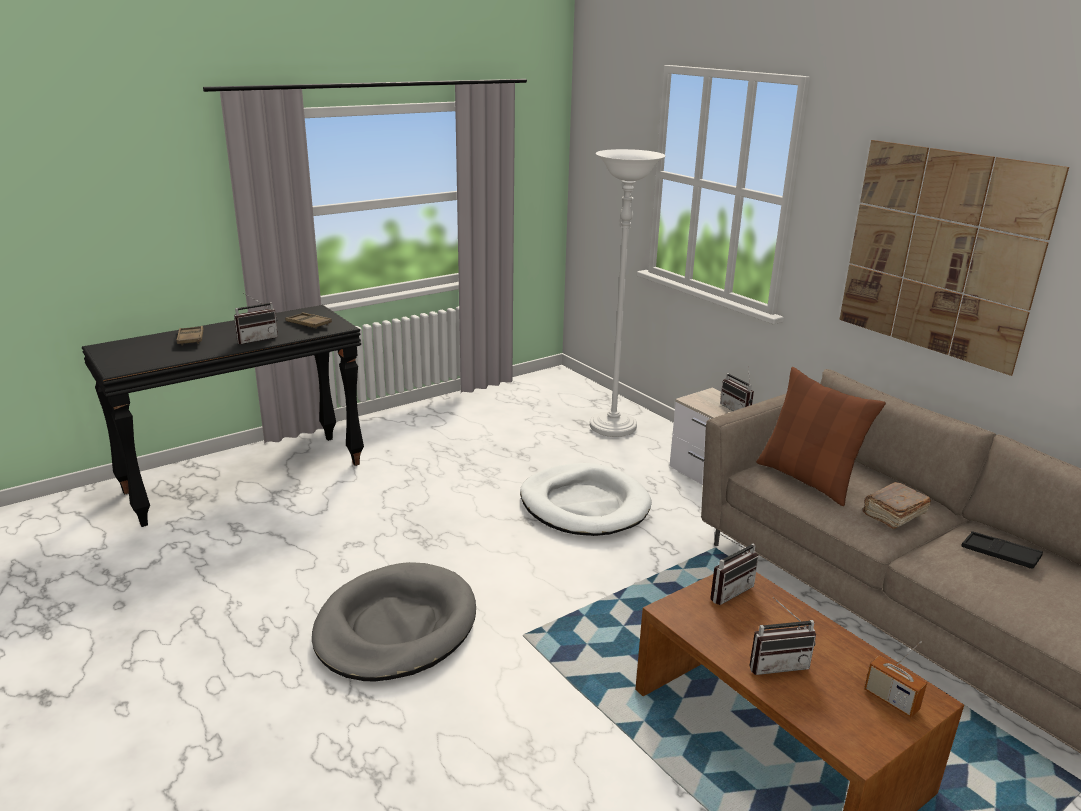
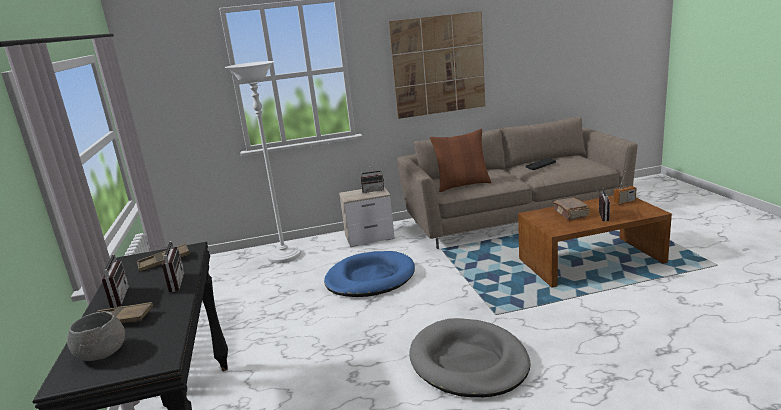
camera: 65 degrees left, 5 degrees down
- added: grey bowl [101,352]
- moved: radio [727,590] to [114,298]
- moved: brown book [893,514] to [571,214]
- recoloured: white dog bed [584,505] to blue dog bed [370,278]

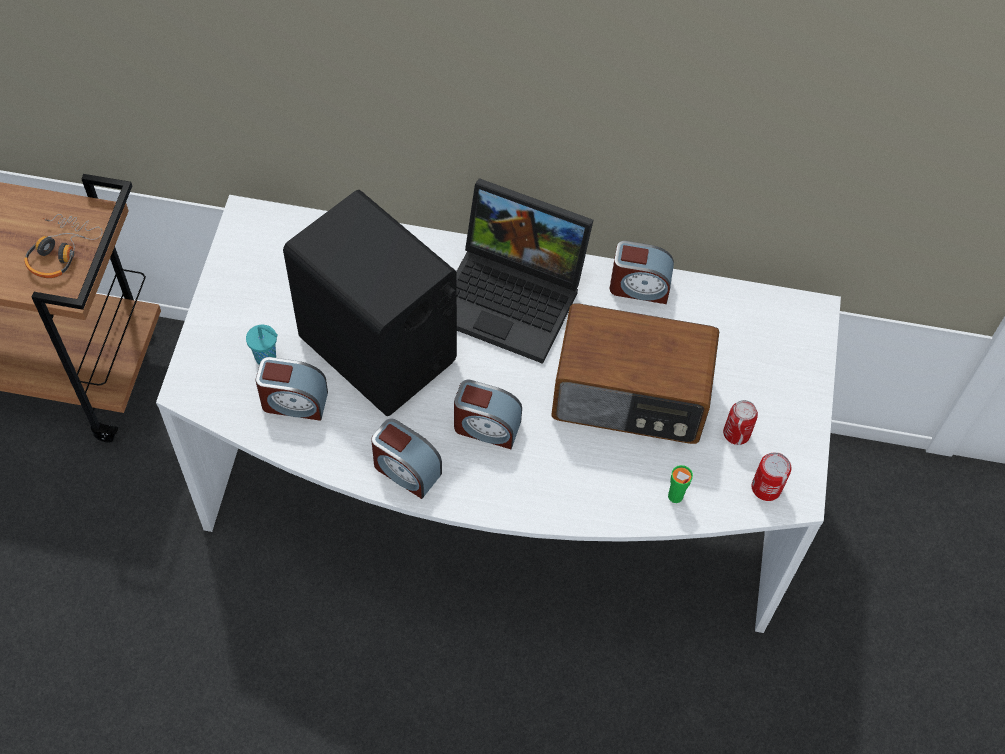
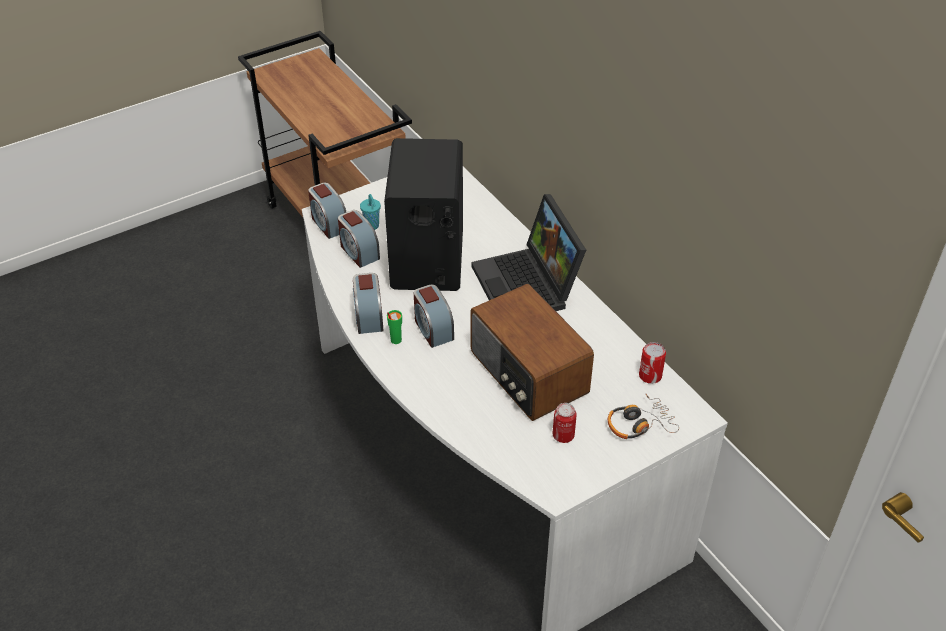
camera: 50 degrees right, 15 degrees down
- moved: headphones [60,251] to [639,424]
- moved: alarm clock [639,286] to [329,223]
- moved: green cup [675,496] to [395,340]
- moved: can [766,488] to [650,376]

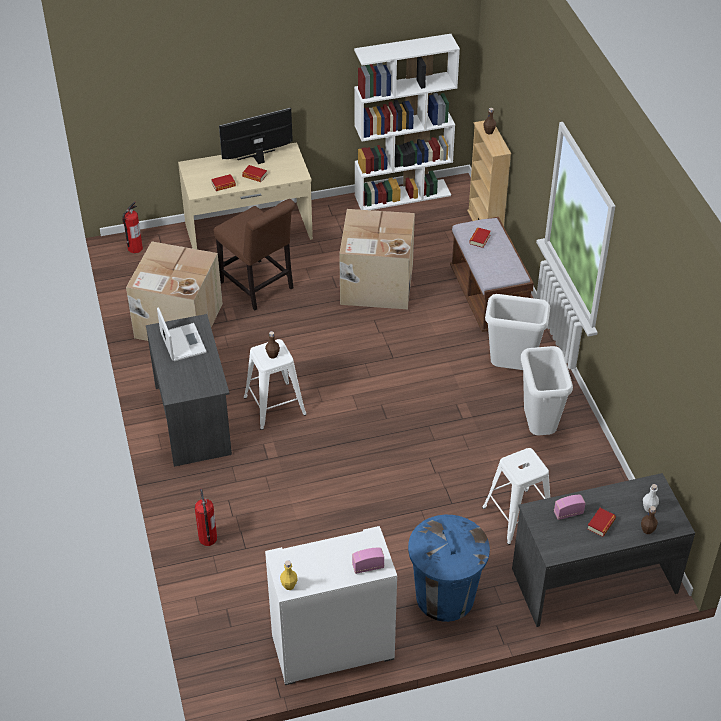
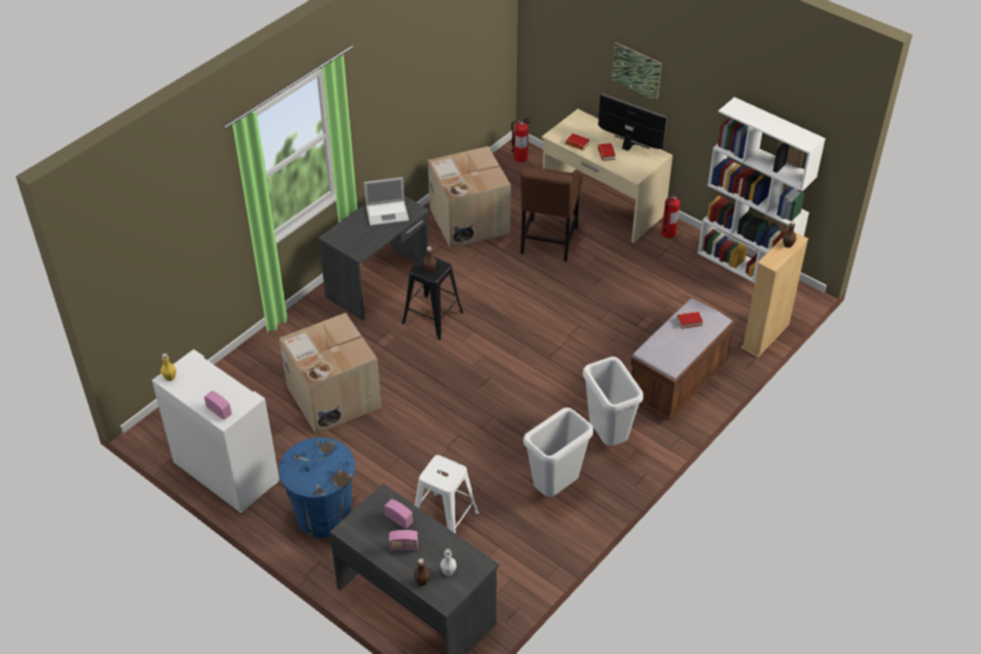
camera: 55 degrees right, 0 degrees up
- added: picture [636,71]
- moved: fire extinguisher [208,539] to [668,233]
- moved: cardboard box [375,284] to [332,396]
- replaced: book [601,524] to radio [403,546]
- recoloured: white stool [275,406] to black stool [432,318]
- turned: laptop [182,342] = [388,213] 45 degrees clockwise

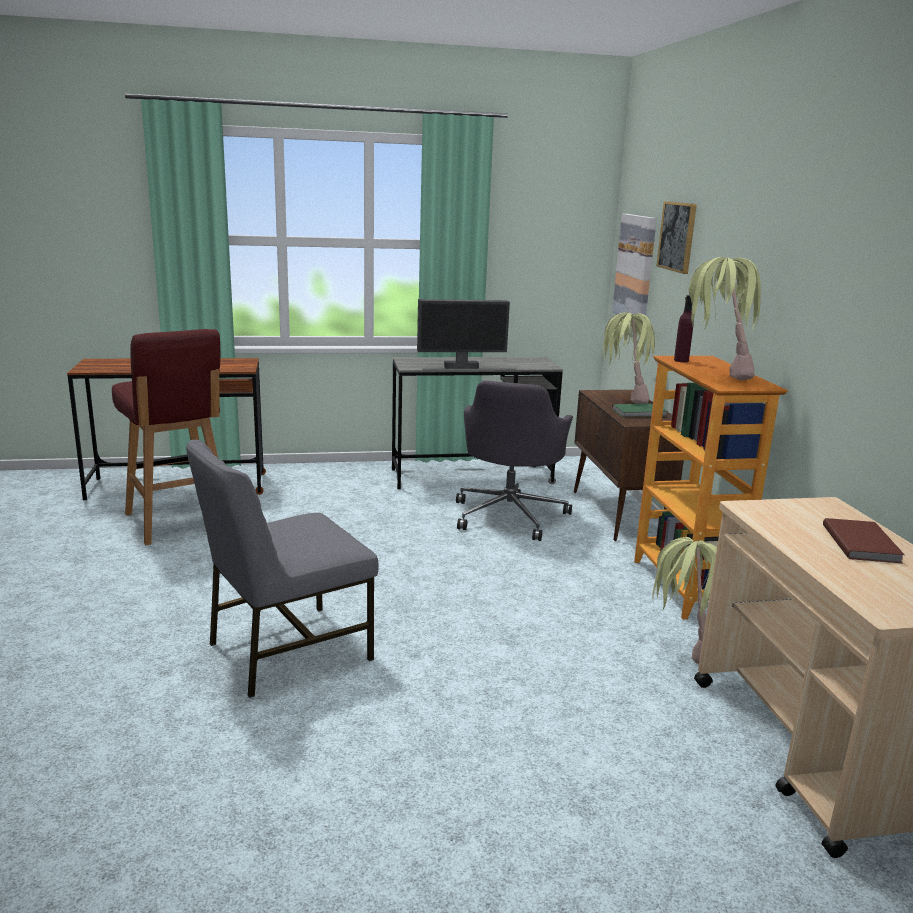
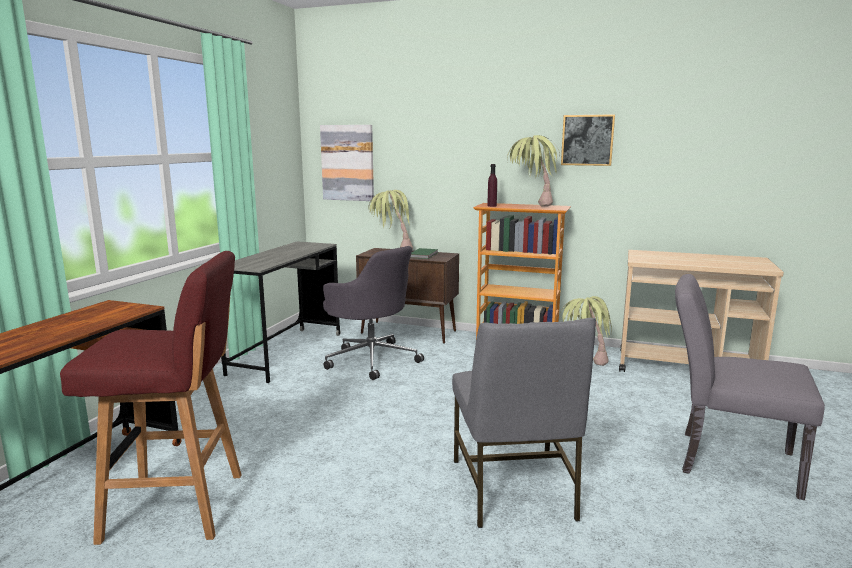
camera: 60 degrees left, 5 degrees down
- removed: monitor [461,367]
- removed: brown book [862,543]
- added: grey chair [726,460]
- moved: picture [677,236] to [587,140]

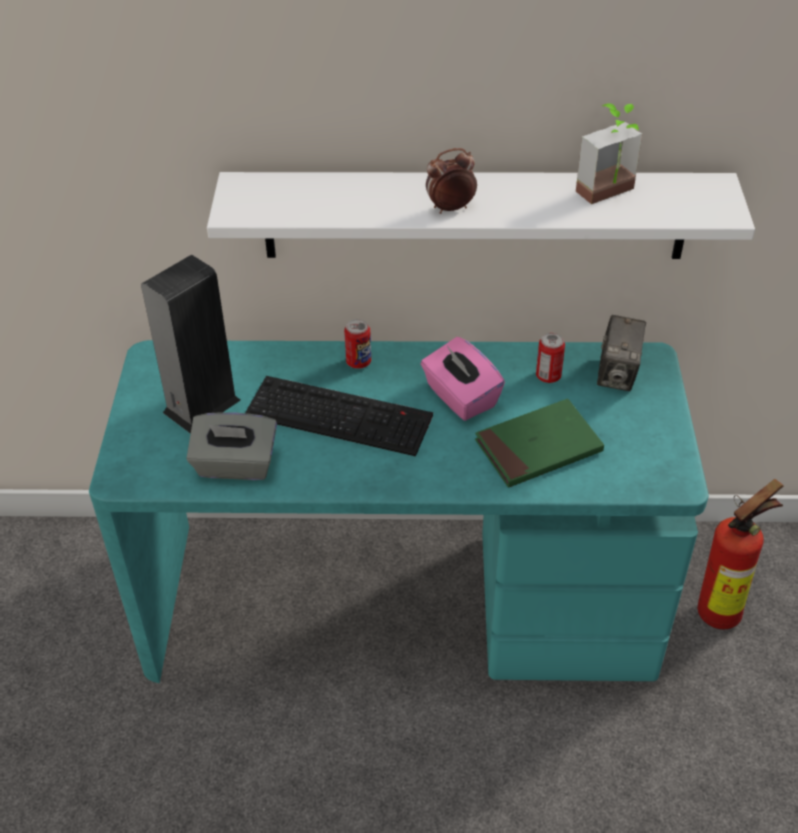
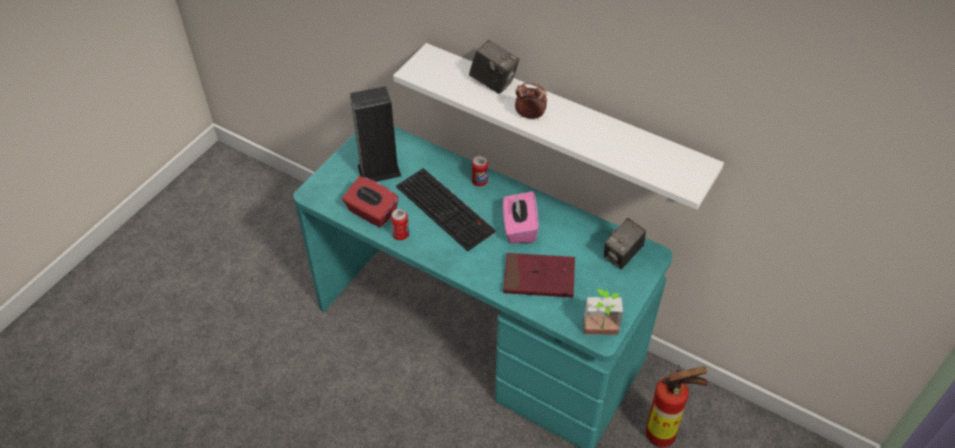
camera: 30 degrees right, 5 degrees up
- added: photo camera [493,82]
- moved: can [548,376] to [401,235]
- moved: potted plant [611,195] to [601,333]
- recoloured: grey tissue box [235,465] to red tissue box [371,212]
- recoloured: green book [538,447] to red book [539,278]

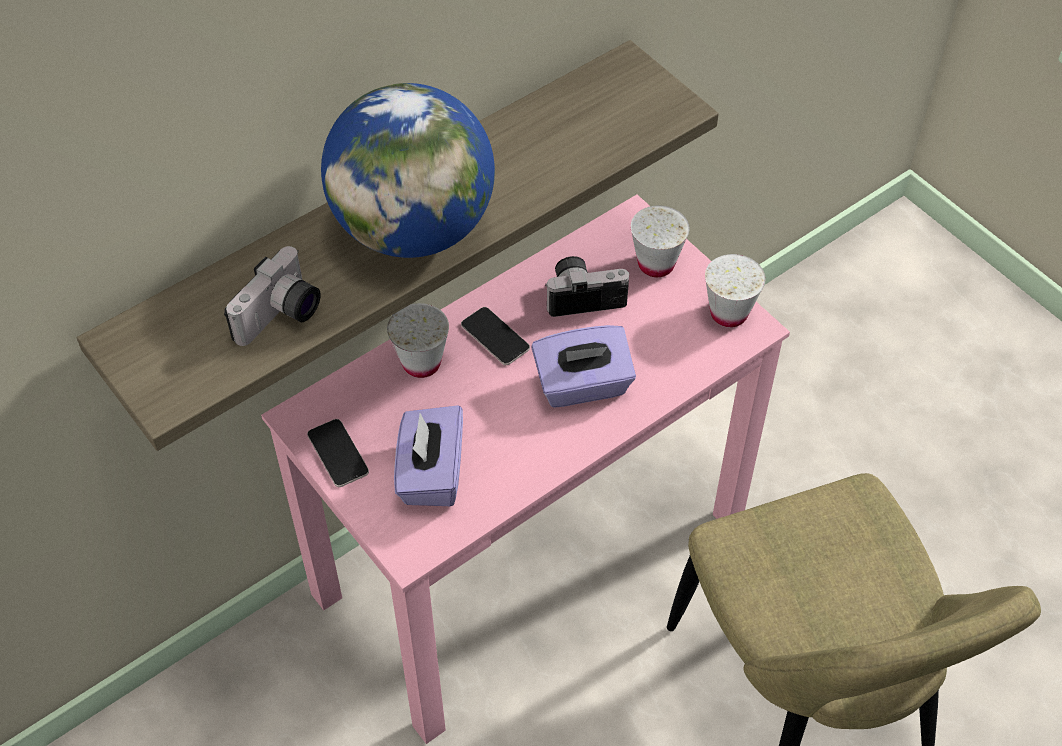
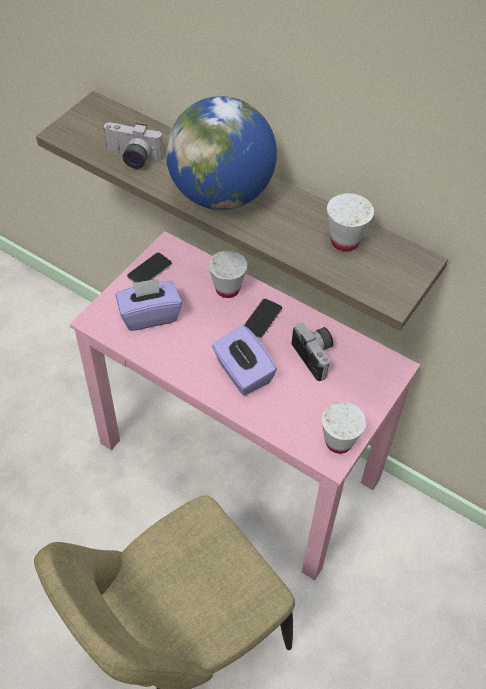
camera: 70 degrees right, 0 degrees up
- moved: white cup [656,264] to [344,241]

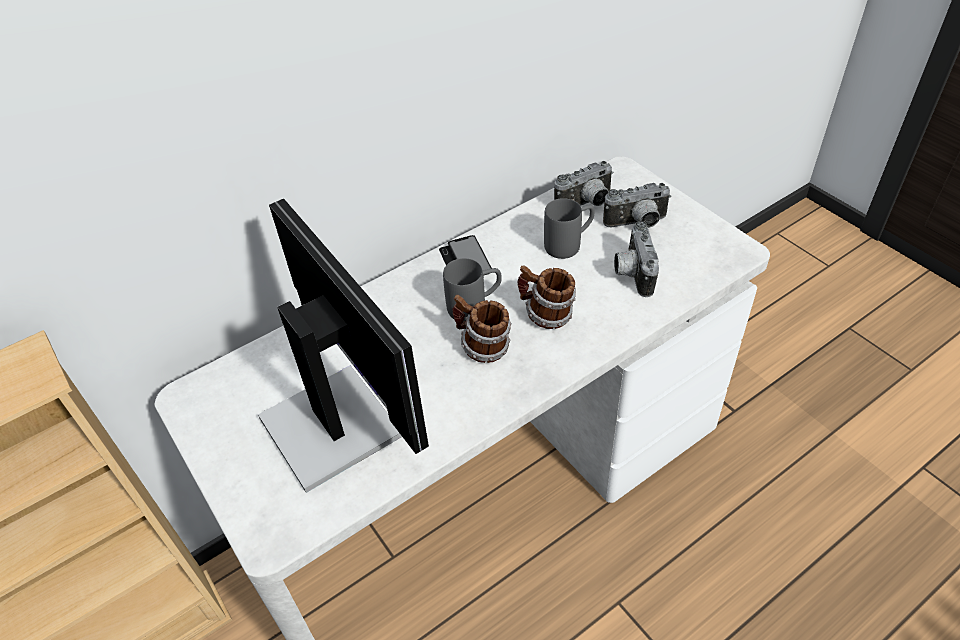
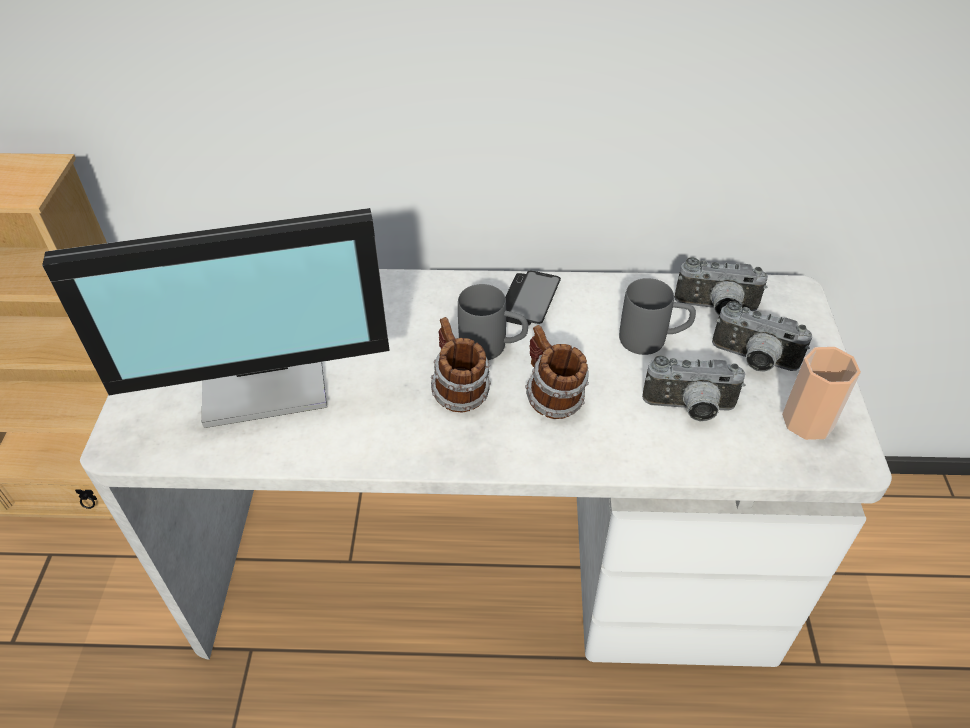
camera: 35 degrees right, 0 degrees up
- added: cup [807,421]
- turned: monitor [335,422] = [266,378] 75 degrees clockwise
- turned: photo camera [631,273] = [689,409] 120 degrees counterclockwise

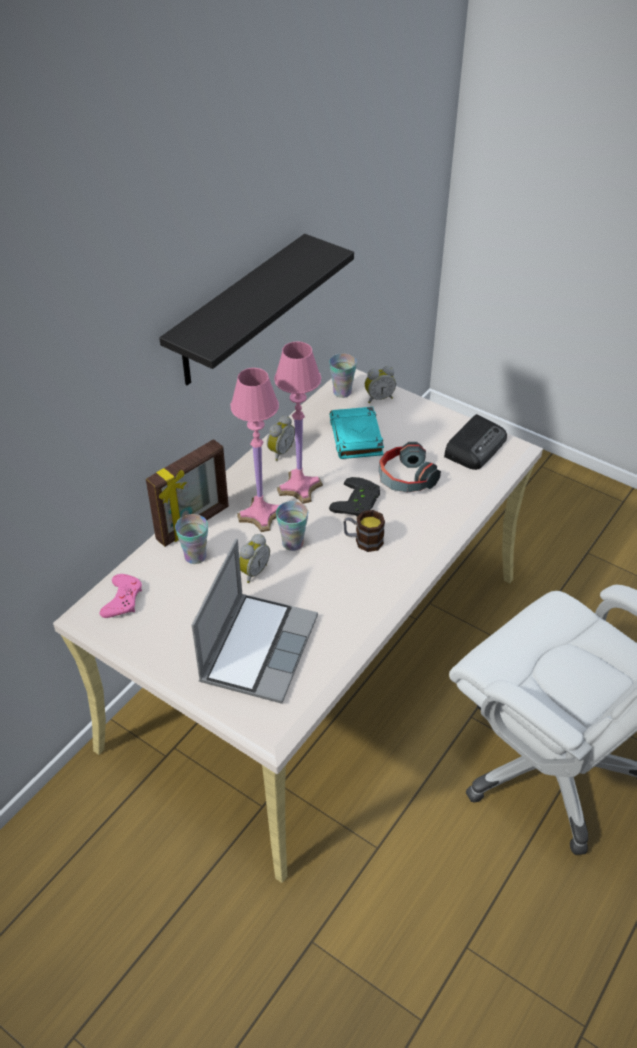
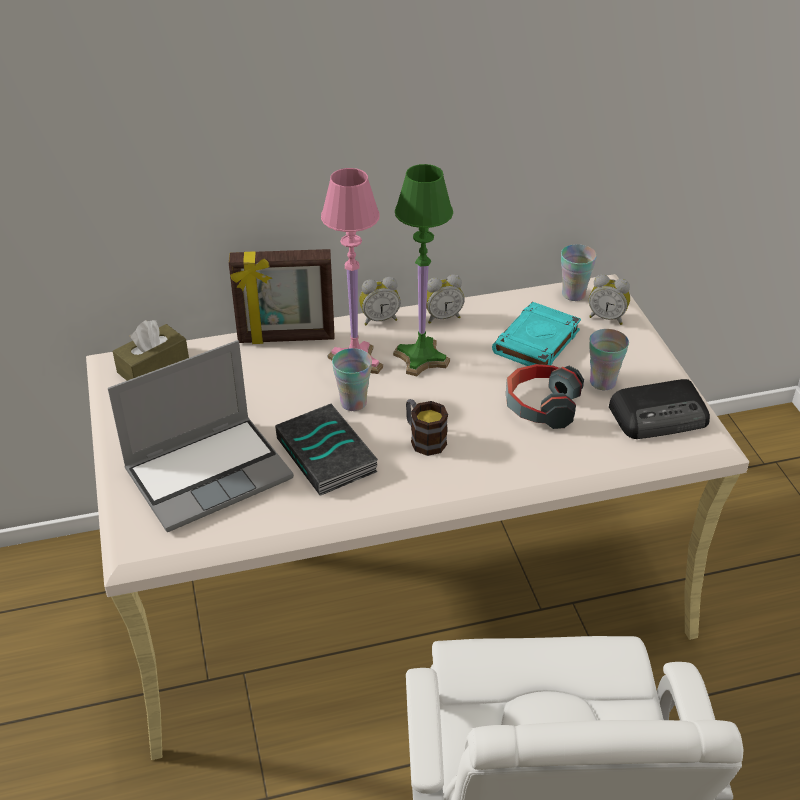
camera: 40 degrees right, 5 degrees down
- removed: black shelf [238,312]
- removed: black game controller [359,503]
- added: book [328,455]
- moved: cup [195,556] to [602,382]
- moved: alarm clock [252,571] to [379,319]
- replaced: pink game controller [122,599] to brown tissue box [153,366]
- recoloured: pink table lamp [299,487] to green table lamp [421,357]

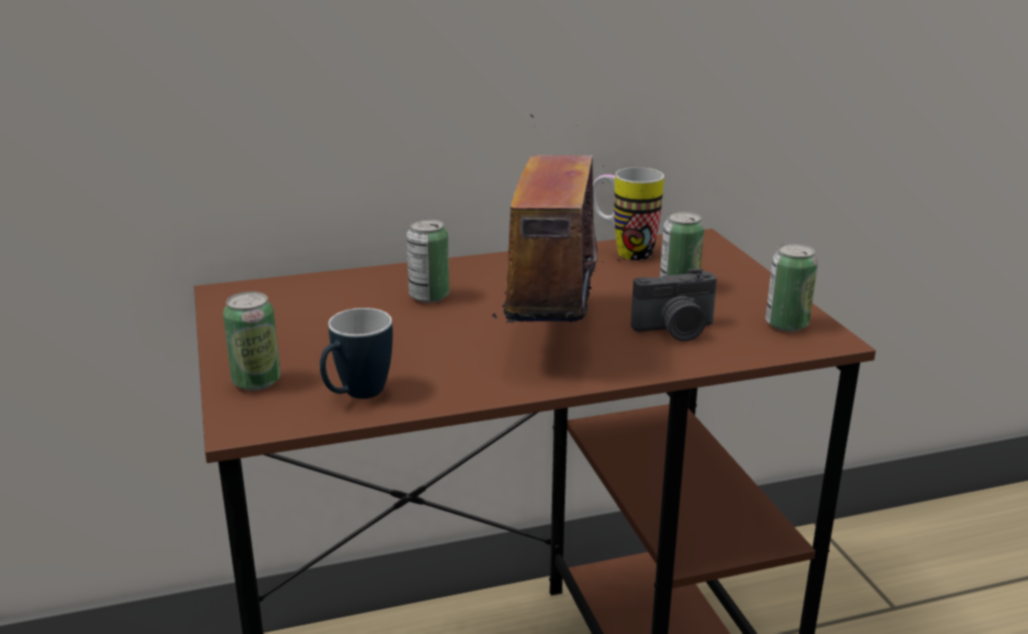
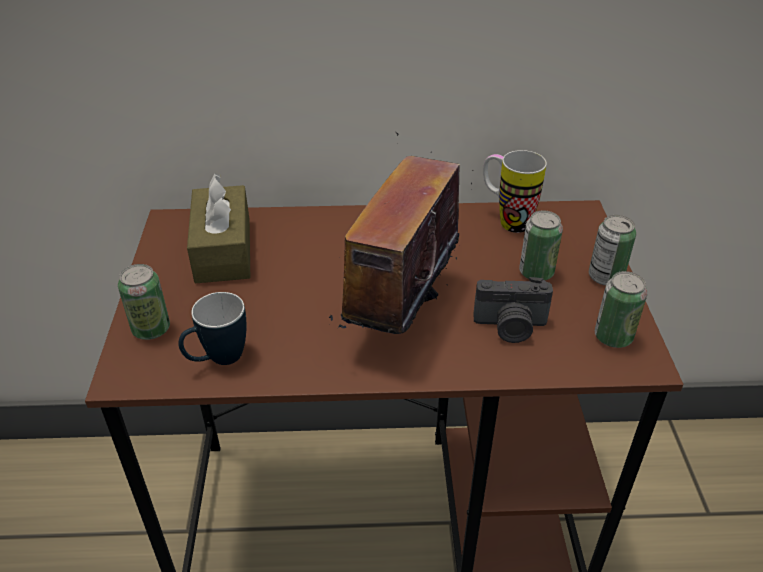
camera: 15 degrees right, 15 degrees up
- added: brown tissue box [223,250]
- moved: can [429,296] to [605,277]

